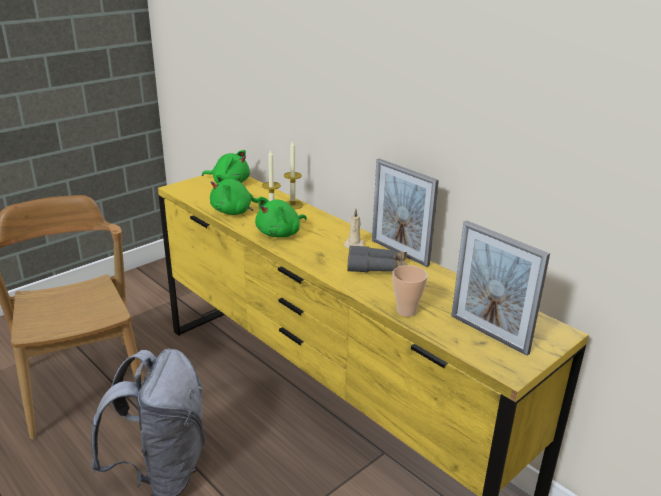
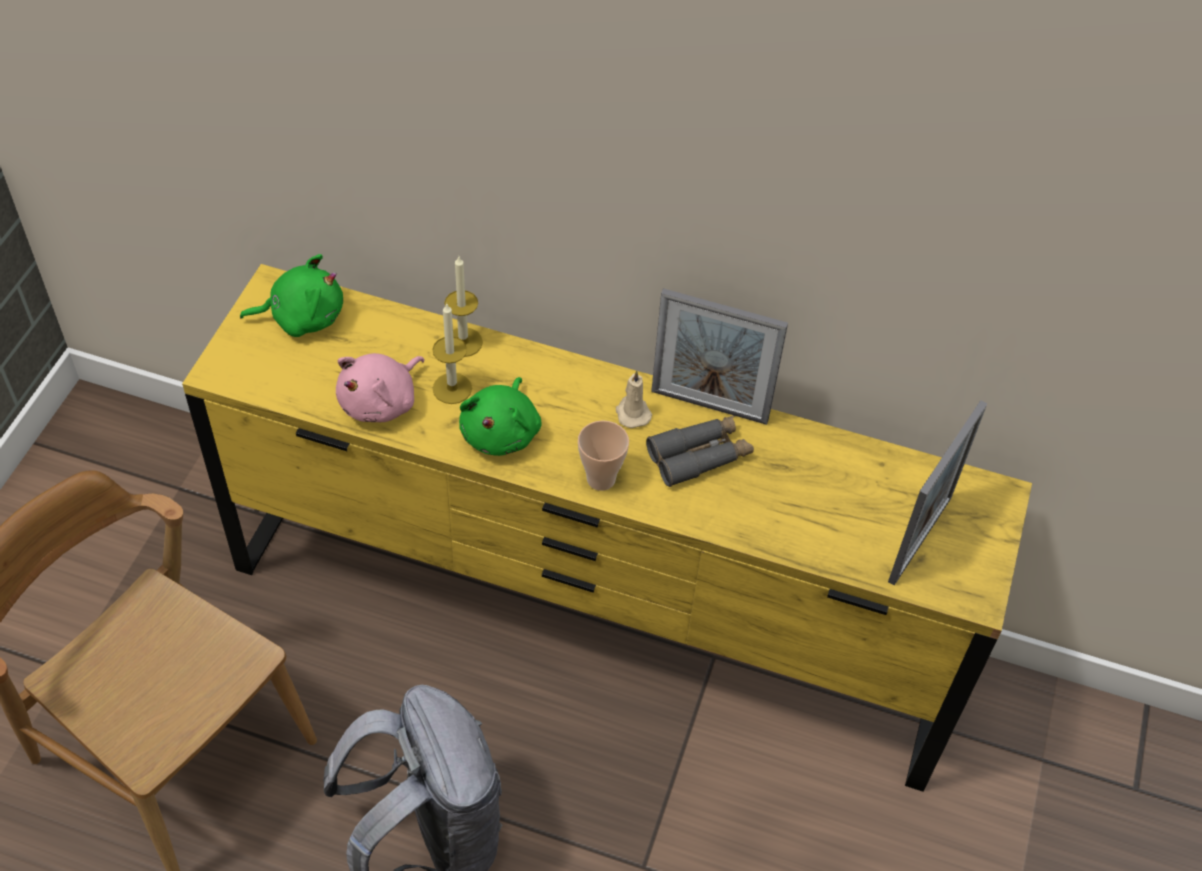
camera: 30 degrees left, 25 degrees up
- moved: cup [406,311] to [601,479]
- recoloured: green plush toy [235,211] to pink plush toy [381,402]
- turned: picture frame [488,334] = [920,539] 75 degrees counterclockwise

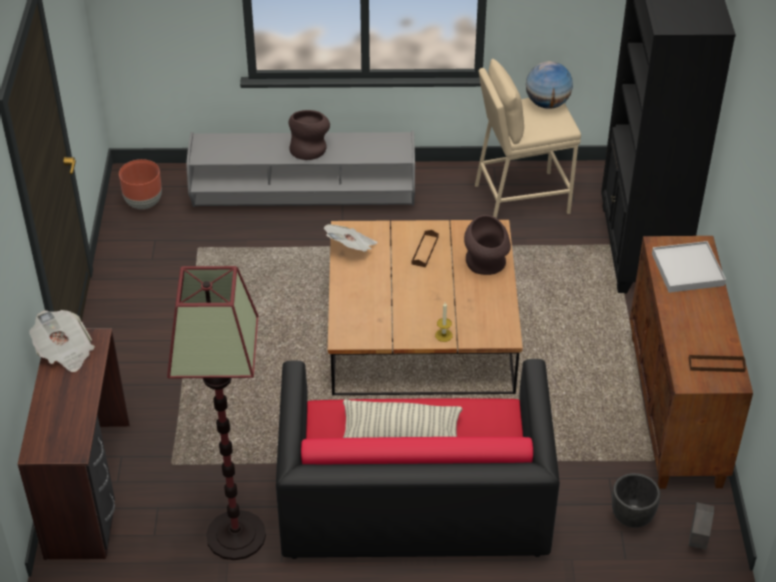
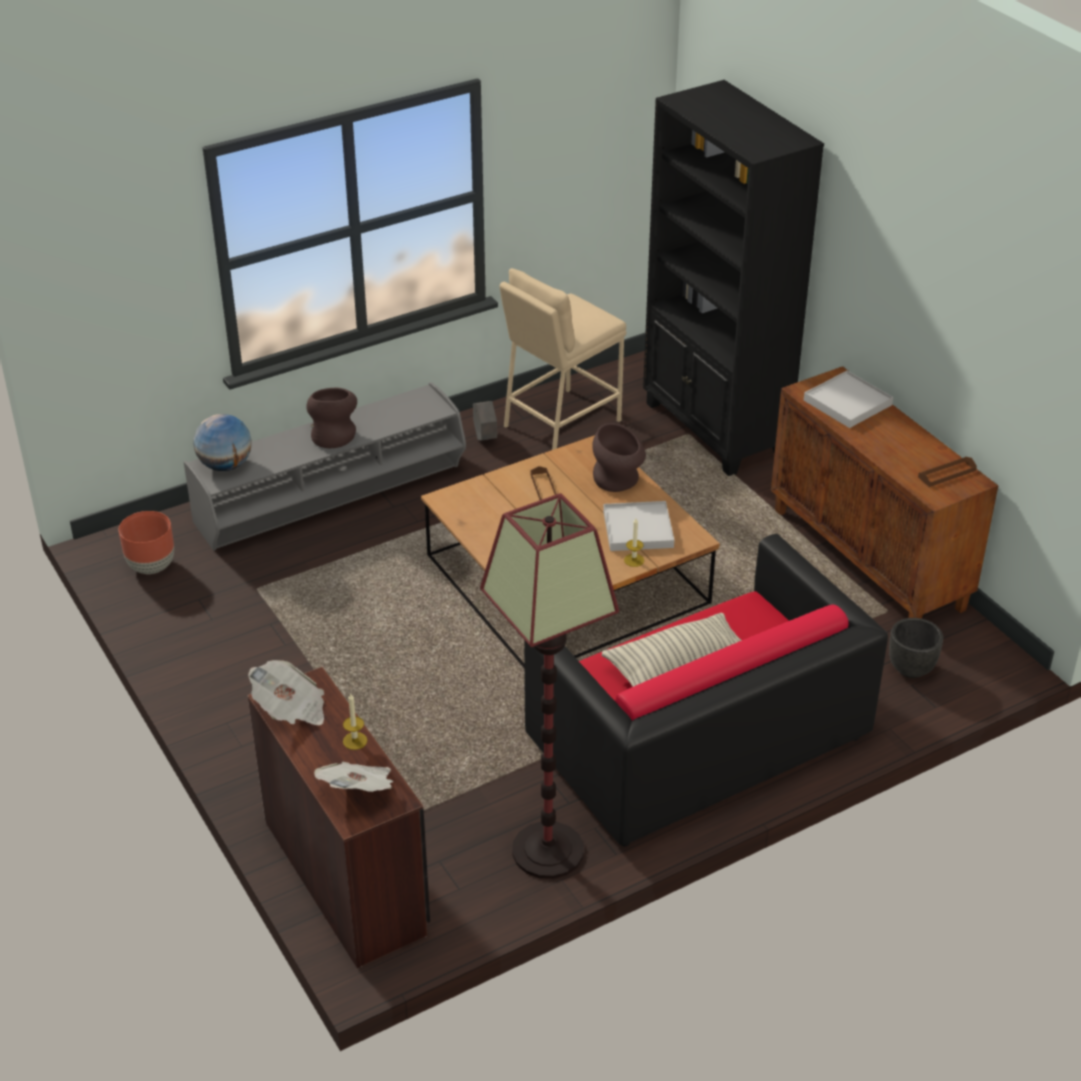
camera: 30 degrees left, 5 degrees down
- added: candle [355,741]
- added: white tray [638,529]
- moved: newspaper [351,248] to [359,791]
- moved: globe [547,104] to [225,466]
- moved: grey planter [698,540] to [485,438]

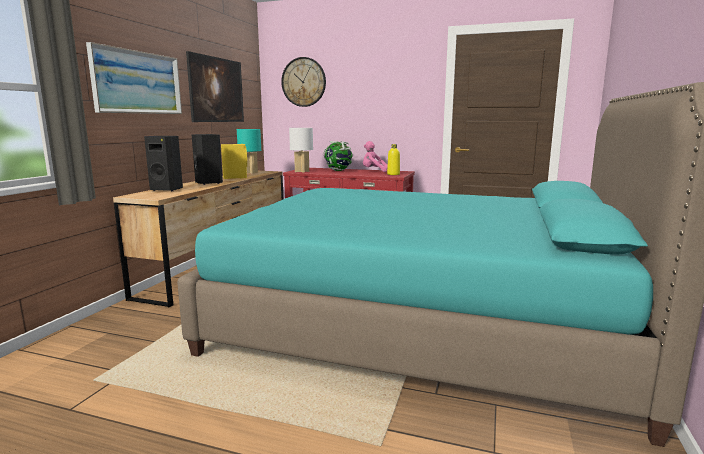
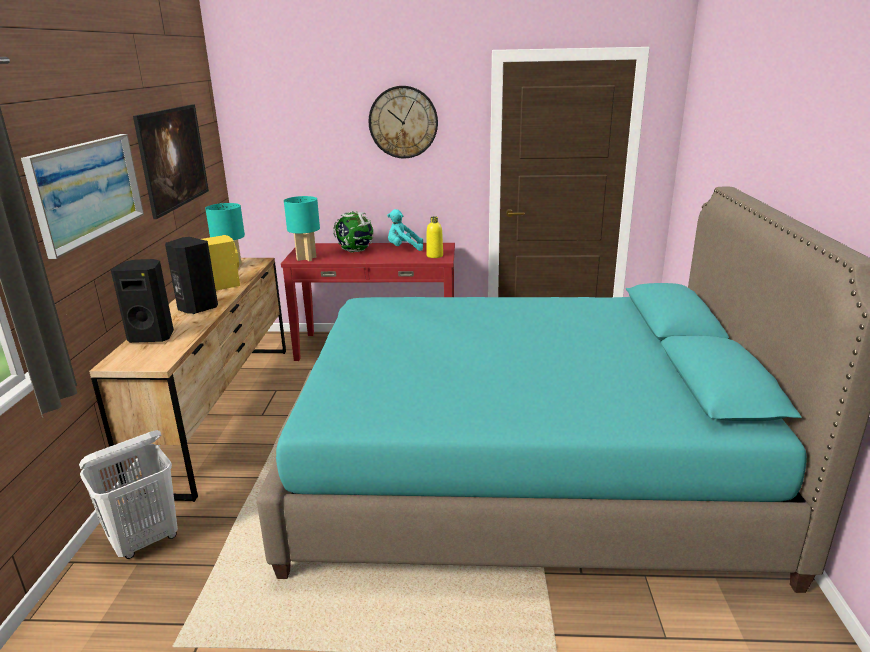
camera: 15 degrees left, 10 degrees up
- added: white laundry basket [145,540]
- moved: wall clock [303,82] to [403,122]
- recoloured: white table lamp [302,171] to turquoise table lamp [307,258]
- recoloured: pink plush toy [374,171] to turquoise plush toy [404,249]

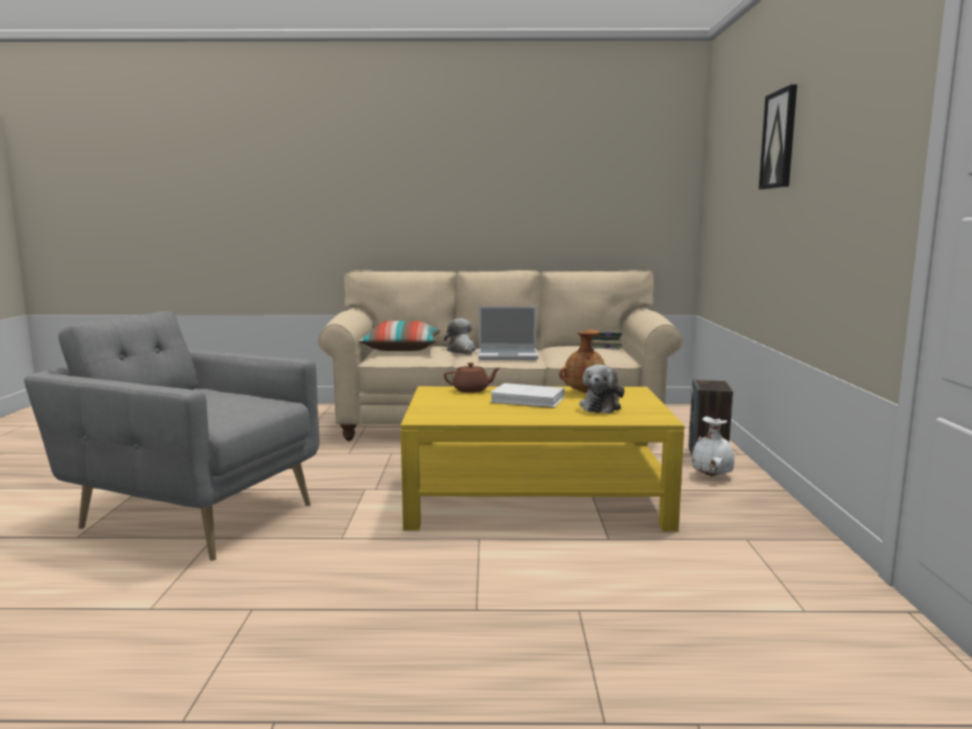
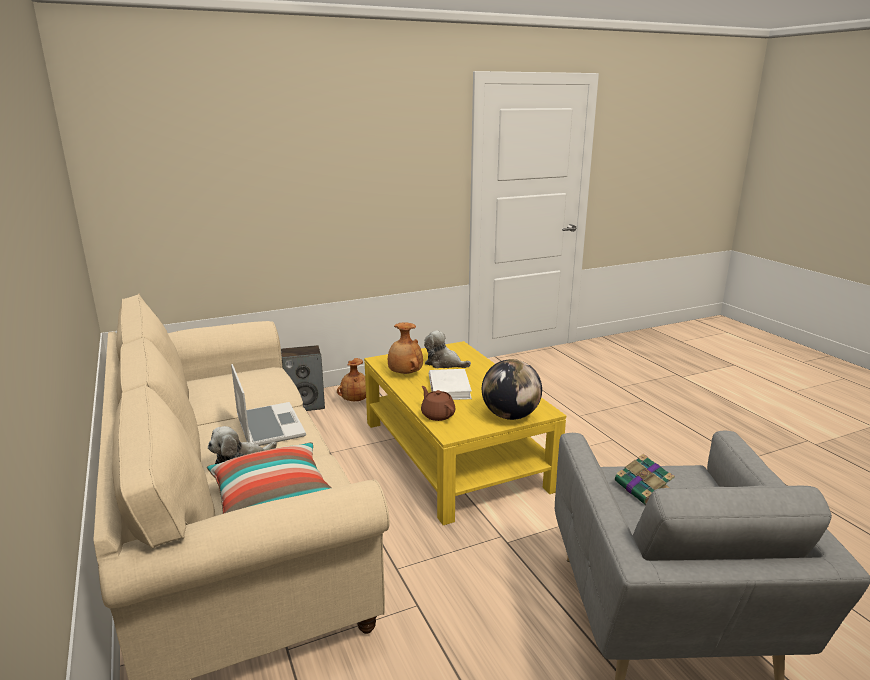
camera: 115 degrees left, 10 degrees up
- removed: picture [779,139]
- added: globe [510,416]
- moved: book [605,346] to [644,490]
- recoloured: white vase [712,476] to brown vase [355,400]
- turned: plush toy [601,406] = [444,363] 150 degrees counterclockwise

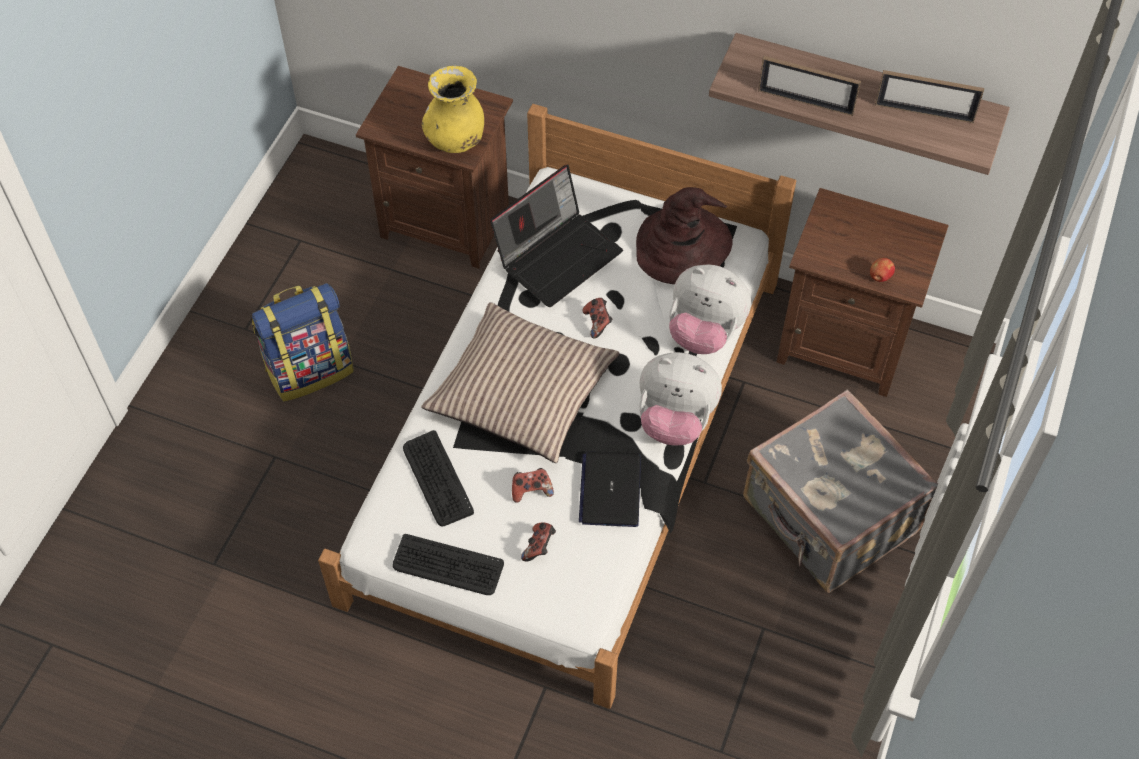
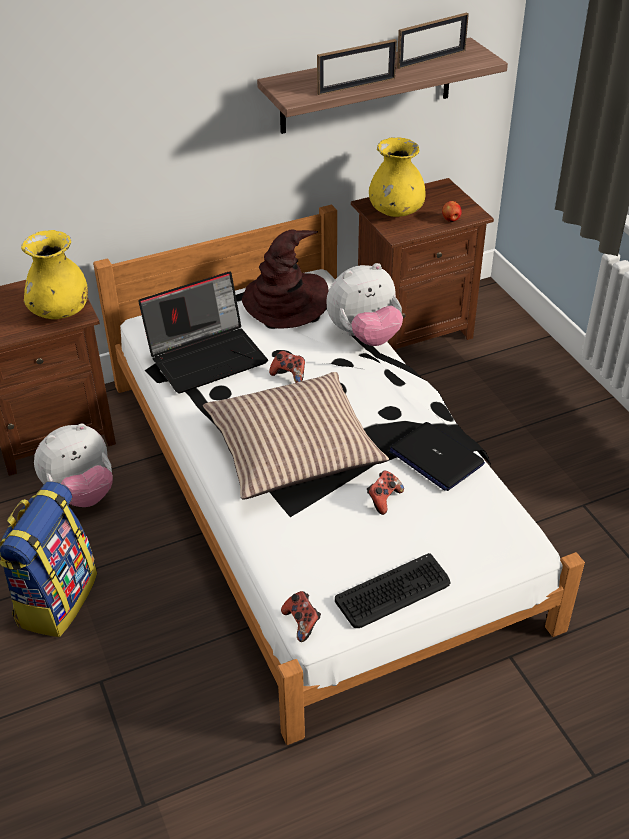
camera: 45 degrees left, 15 degrees down
- removed: keyboard [437,479]
- removed: grey suitcase [828,518]
- added: yellow vase [396,212]
- moved: game controller [539,547] to [302,623]
- moved: plush toy [675,420] to [81,493]
- turned: laptop [558,255] = [207,356] 60 degrees clockwise

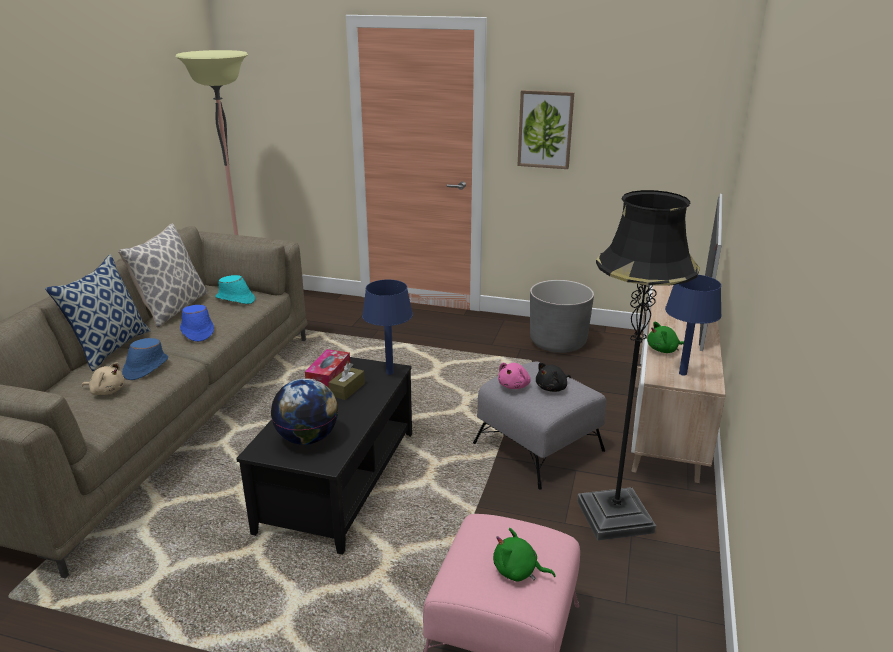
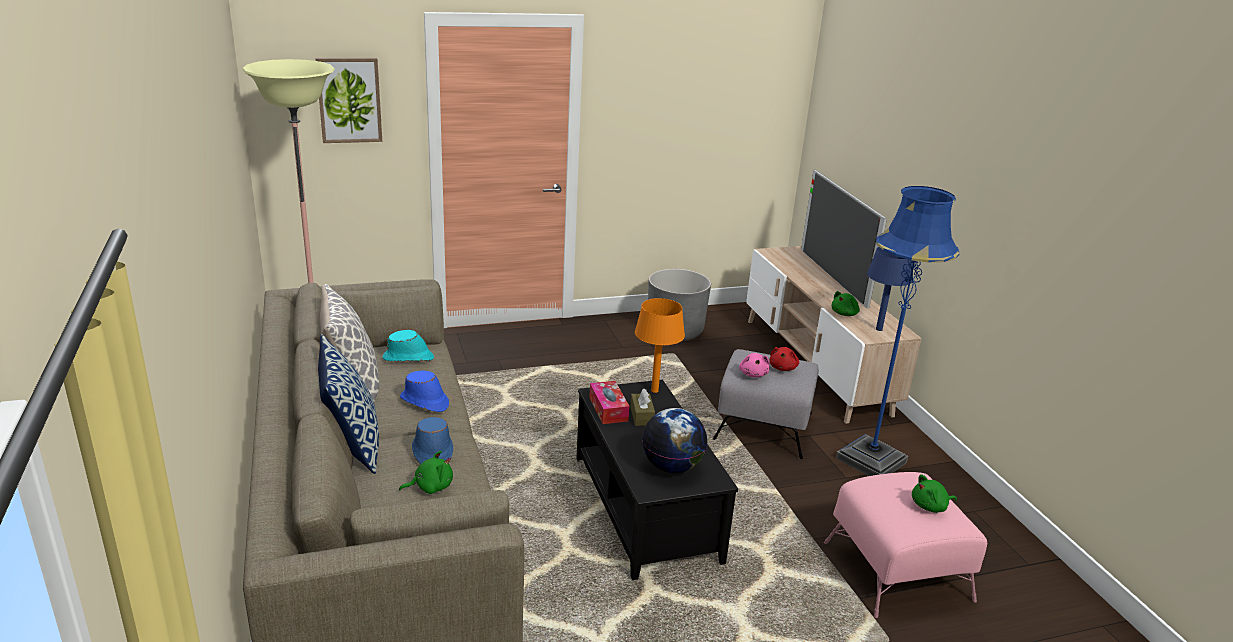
camera: 35 degrees left, 0 degrees up
- moved: picture [545,129] to [349,100]
- recoloured: beige plush toy [107,391] to green plush toy [430,487]
- recoloured: blue table lamp [390,373] to orange table lamp [655,390]
- recoloured: black plush toy [552,388] to red plush toy [783,368]
- recoloured: black floor lamp [614,516] to blue floor lamp [871,460]

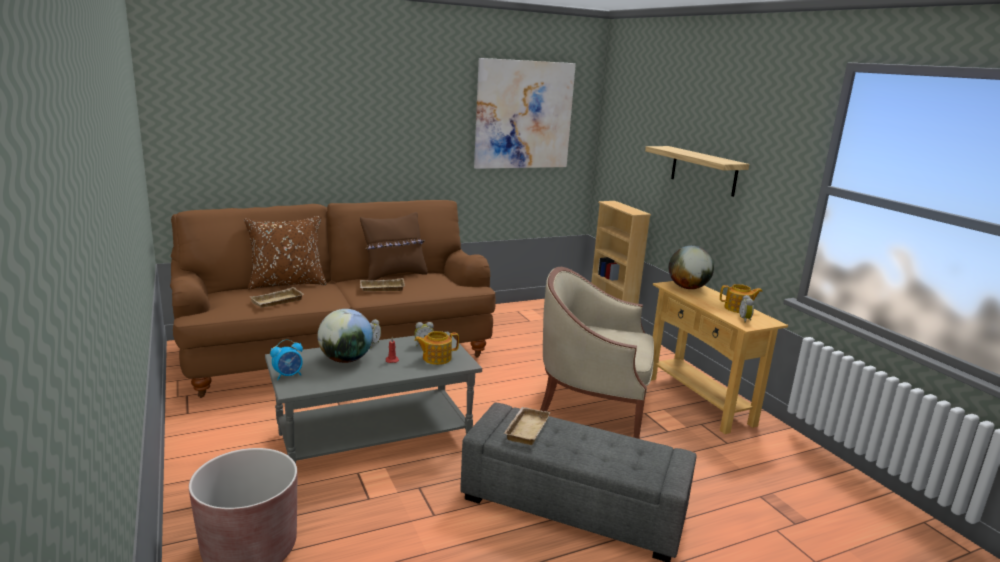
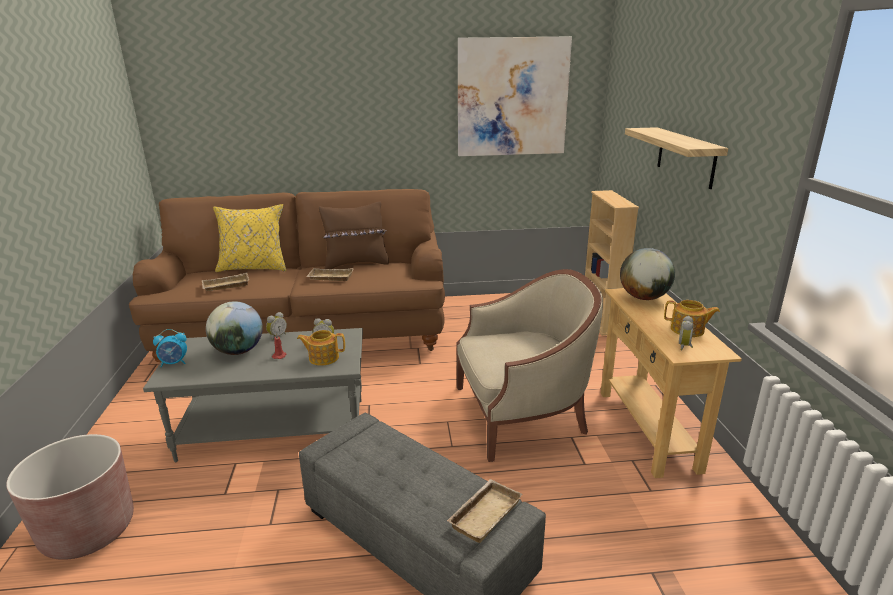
camera: 20 degrees right, 5 degrees up
- moved: beige tray [525,428] to [484,513]
- recoloured: brown pillow [287,283] to yellow pillow [254,268]
- turned: beige armchair [593,401] = [521,415] 135 degrees clockwise

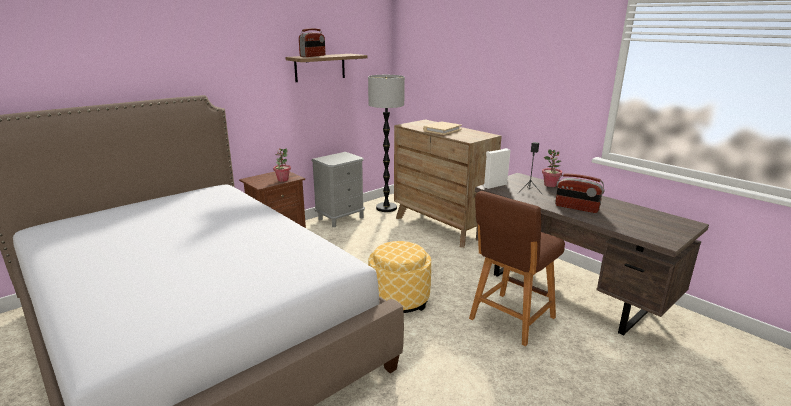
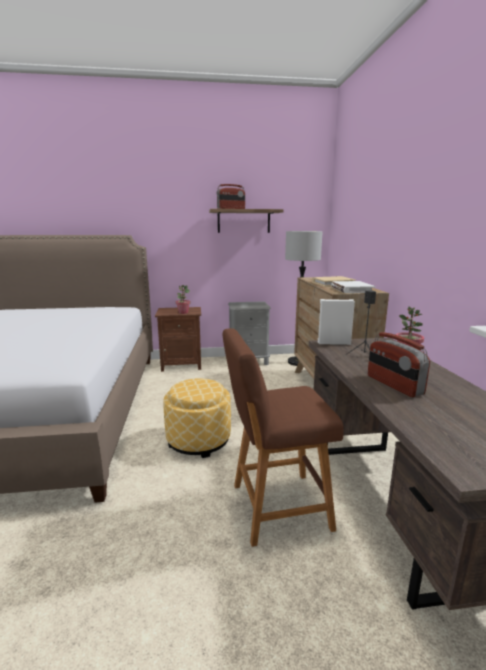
camera: 35 degrees right, 5 degrees down
- added: white book [351,289]

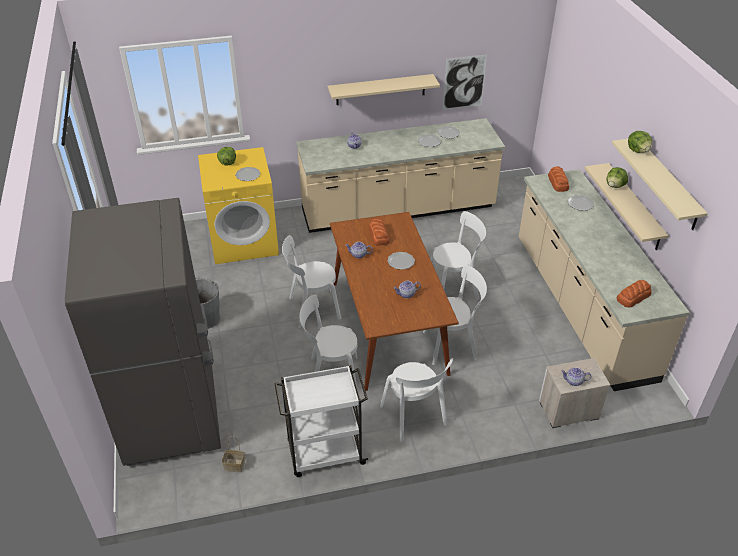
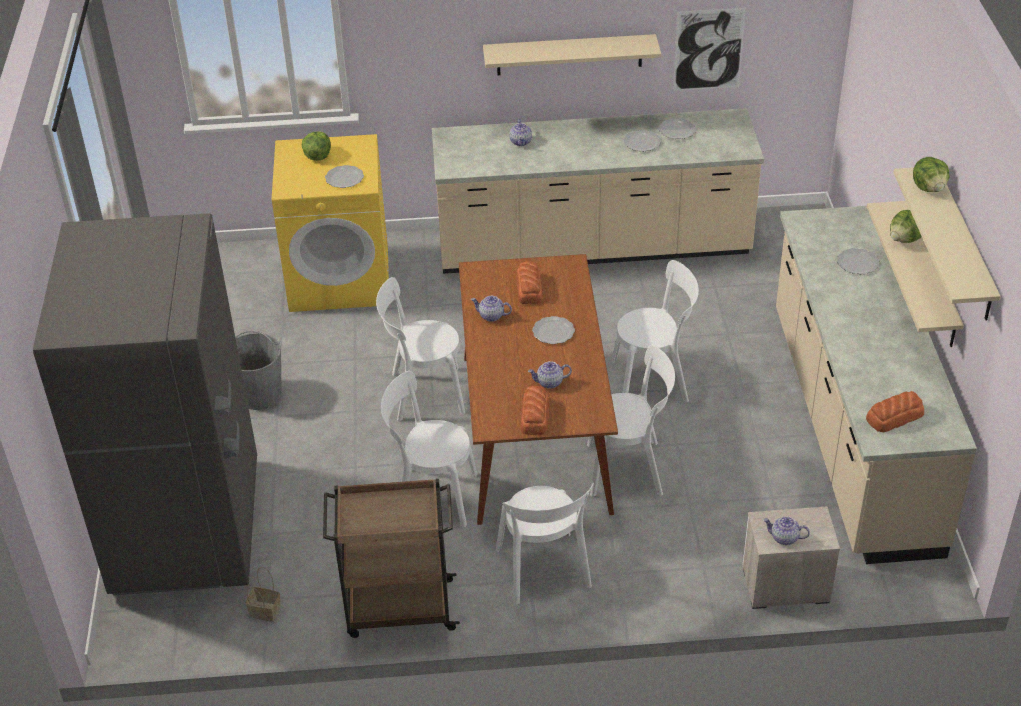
camera: 10 degrees right, 0 degrees up
- moved: bread [558,183] to [534,416]
- recoloured: white cart [324,453] to brown cart [398,608]

